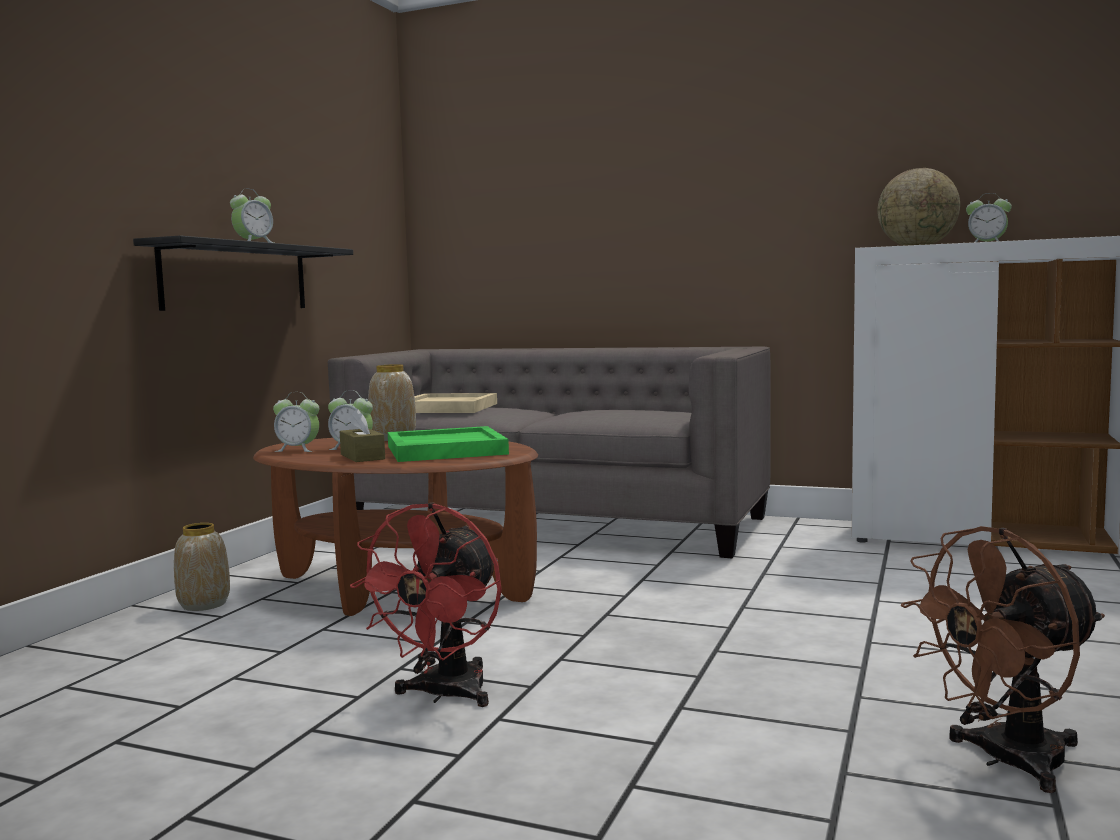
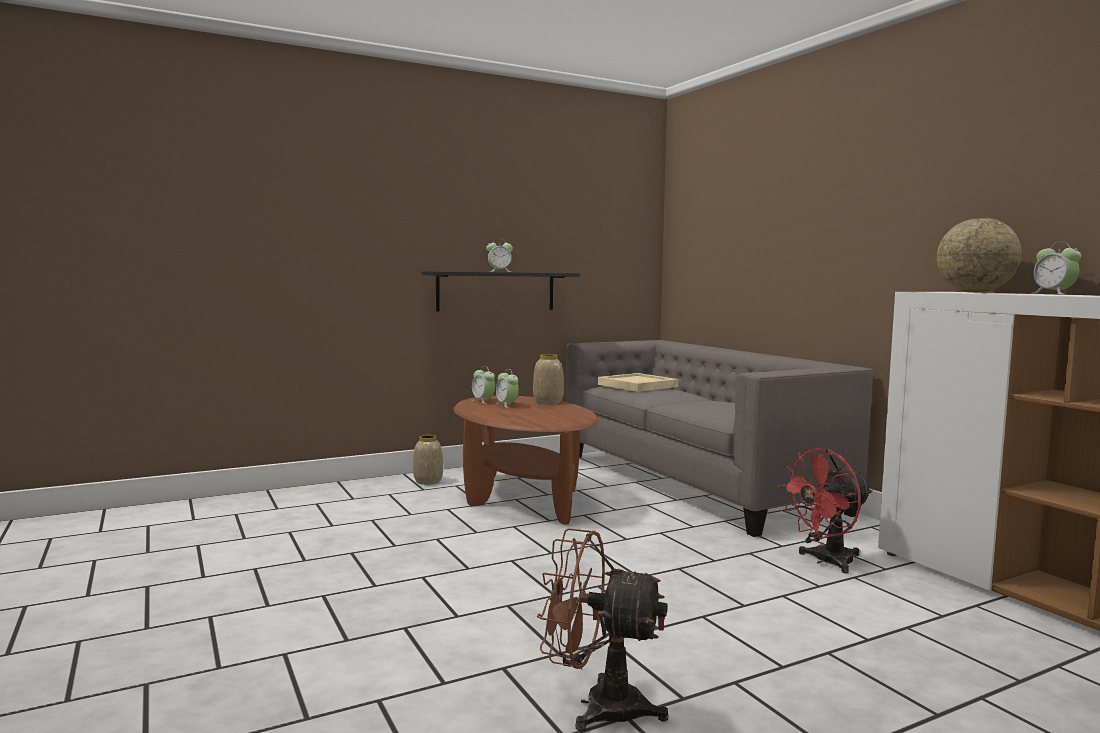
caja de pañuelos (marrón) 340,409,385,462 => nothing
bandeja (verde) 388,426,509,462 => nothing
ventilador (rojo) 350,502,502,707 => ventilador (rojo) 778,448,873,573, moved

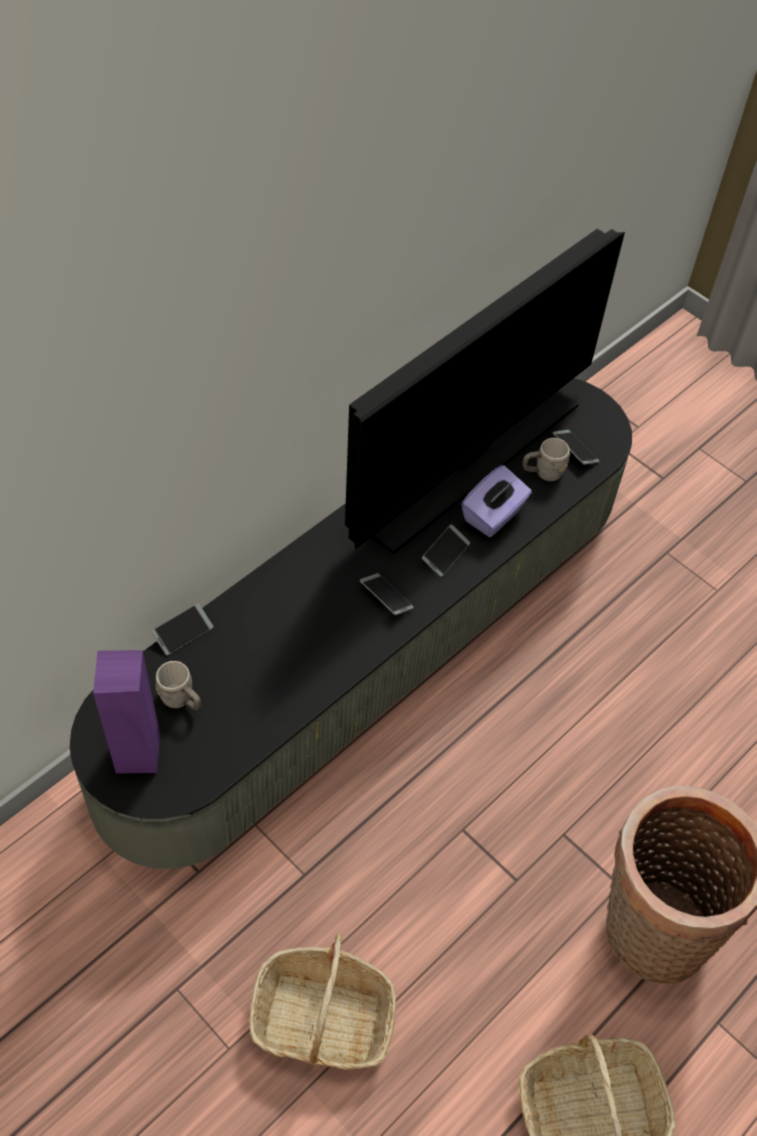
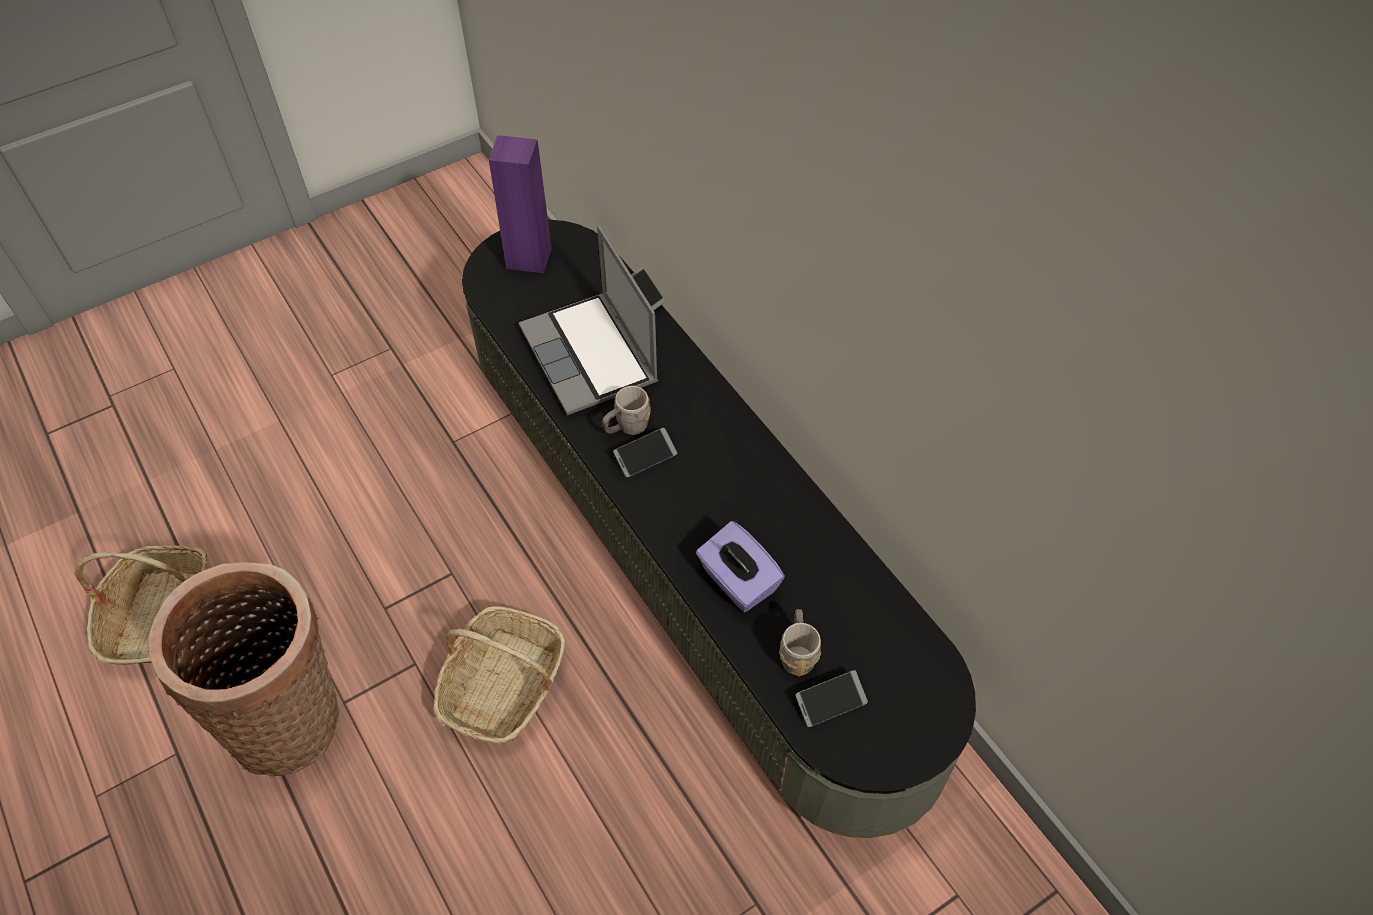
televisor 345,229,625,554 => nothing
móvil 422,524,470,577 => nothing
nothing => portátil 519,225,658,415
taza grande (gris) 156,661,201,710 => taza grande (gris) 602,386,651,435, moved
cesta 249,933,396,1070 => cesta 433,606,566,744, moved

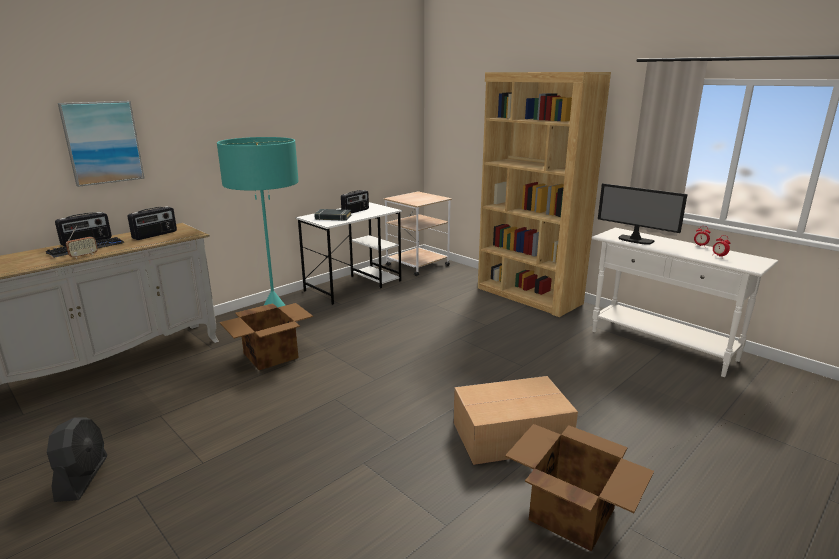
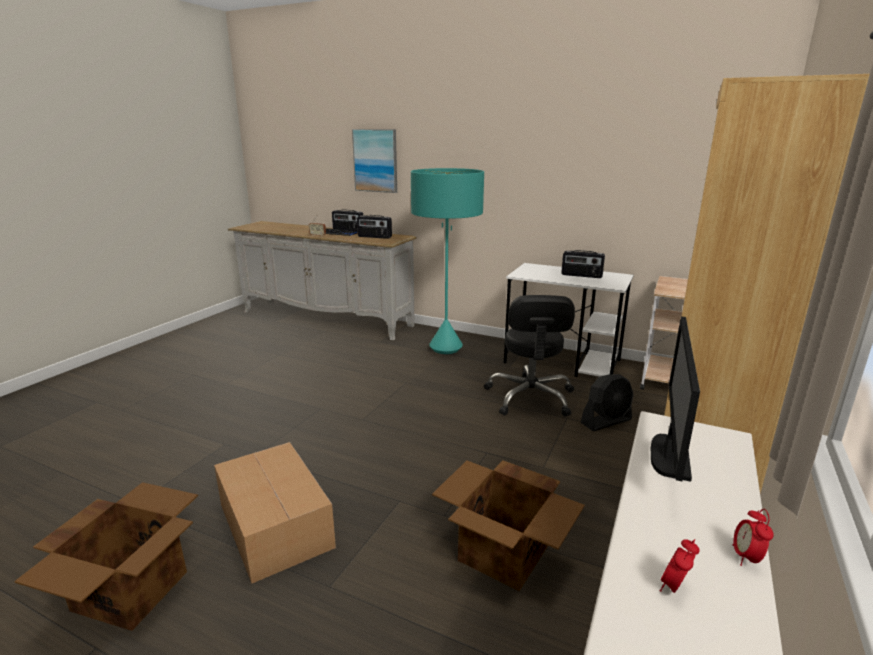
libro (negro) 314,209,352,221 => nothing
nothing => silla de oficina (negro) 484,295,575,417
ventilador (negro) 47,417,107,502 => ventilador (negro) 581,374,634,431, moved
caja de cartón 220,303,313,370 => caja de cartón 432,460,585,591, moved

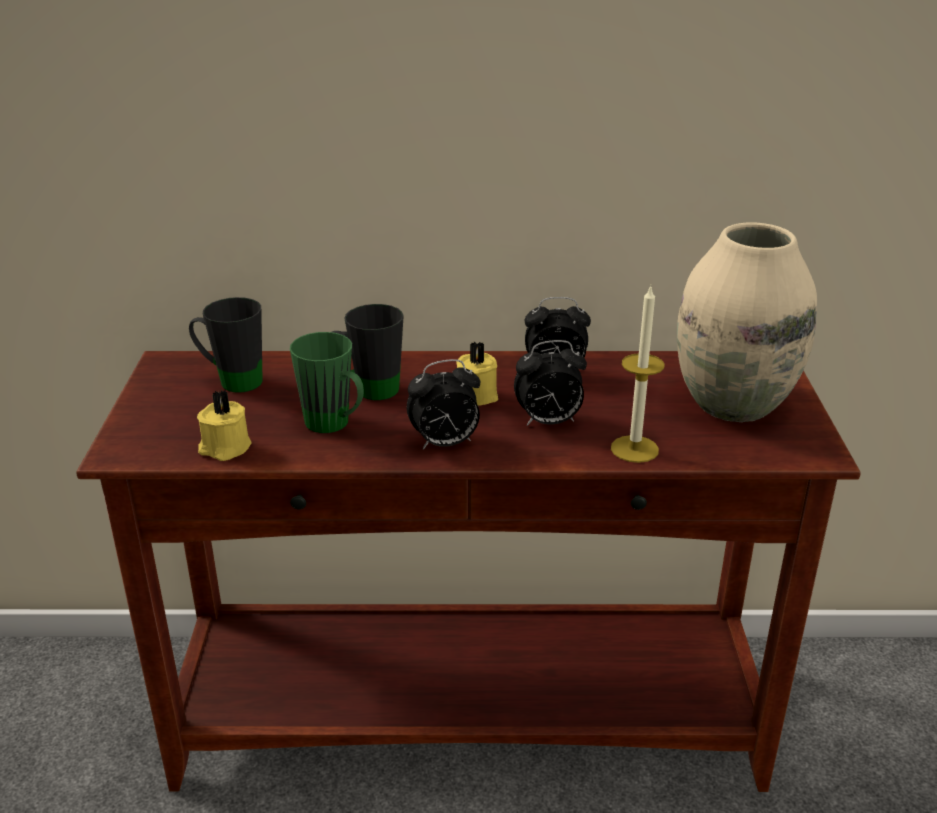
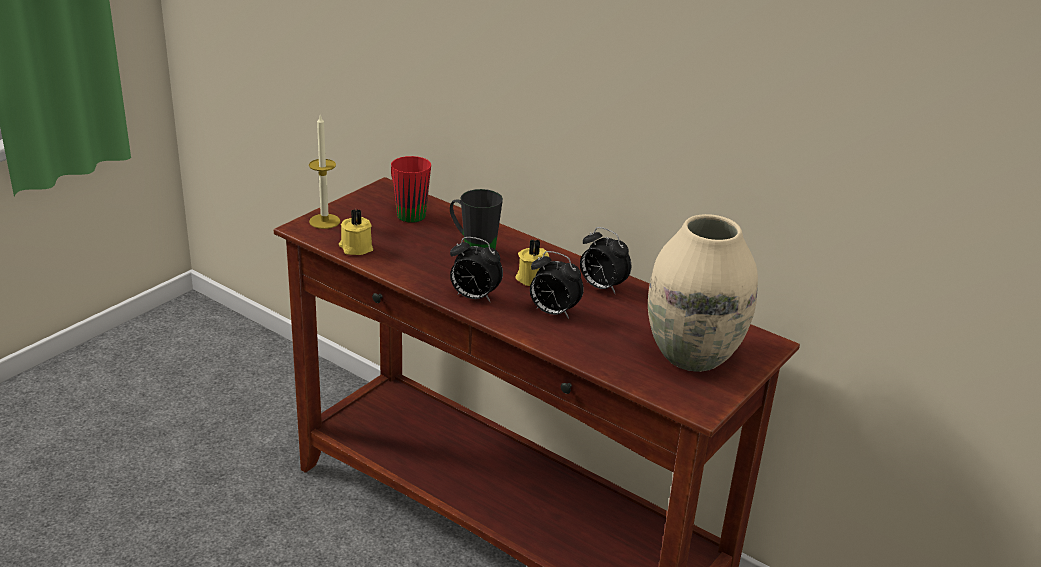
taza grande (verde) 290,332,364,433 => nothing
vela 611,285,664,463 => vela 309,114,340,229, moved
taza grande (negro) 189,297,263,393 => taza grande (rojo) 391,156,431,223

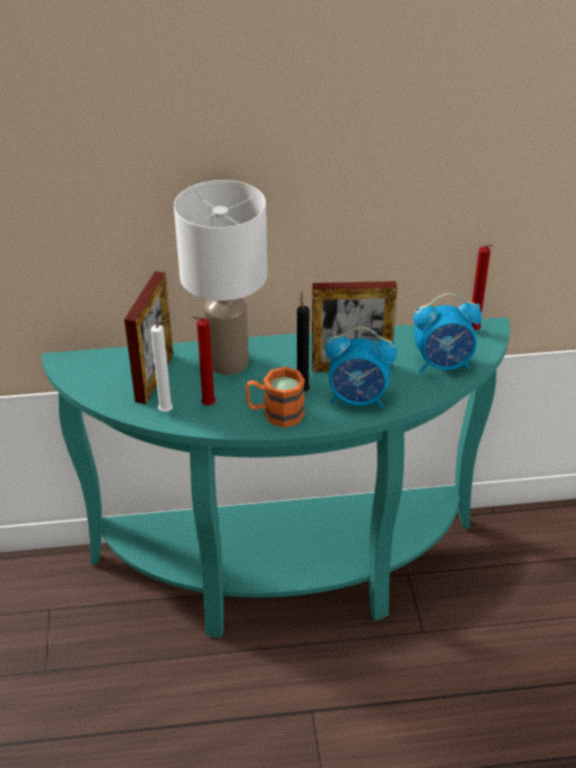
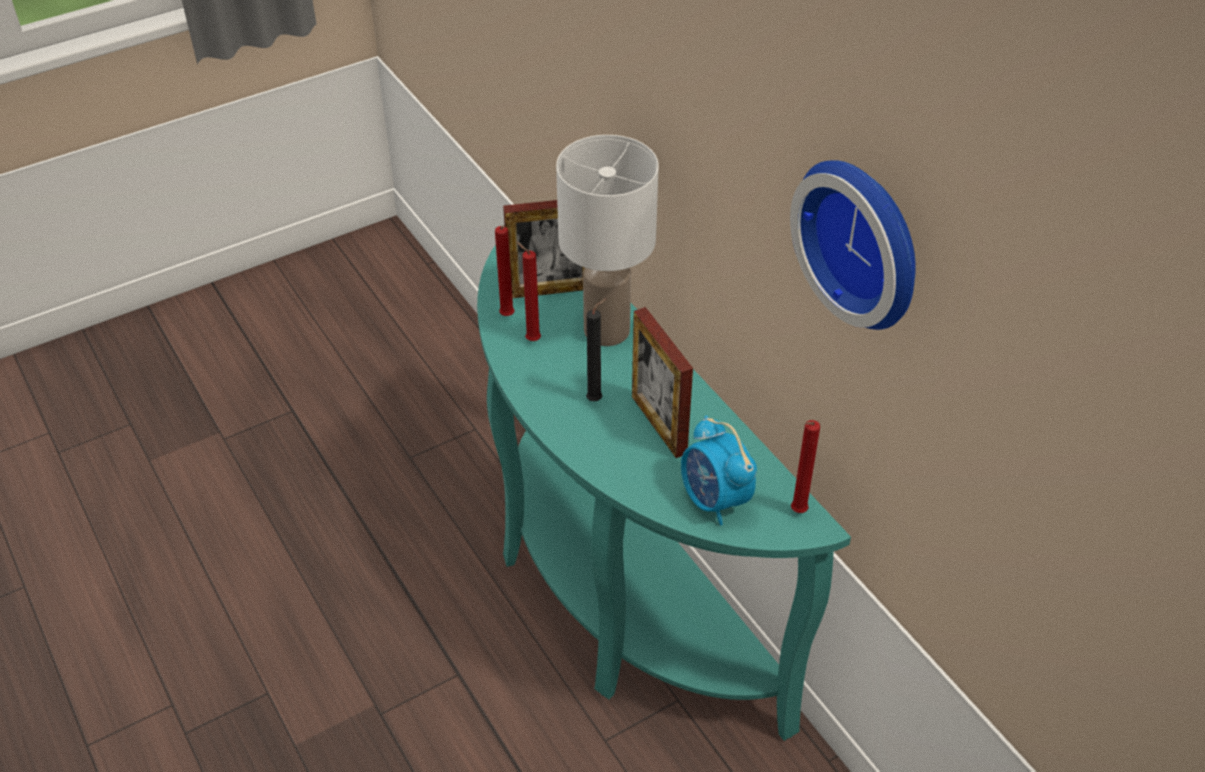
taza grande (naranja) 245,367,305,428 => nothing
despertador 326,327,397,408 => nothing
nothing => reloj de pared 790,160,916,330
vela (blanco) 151,319,173,412 => vela (rojo) 495,225,515,316

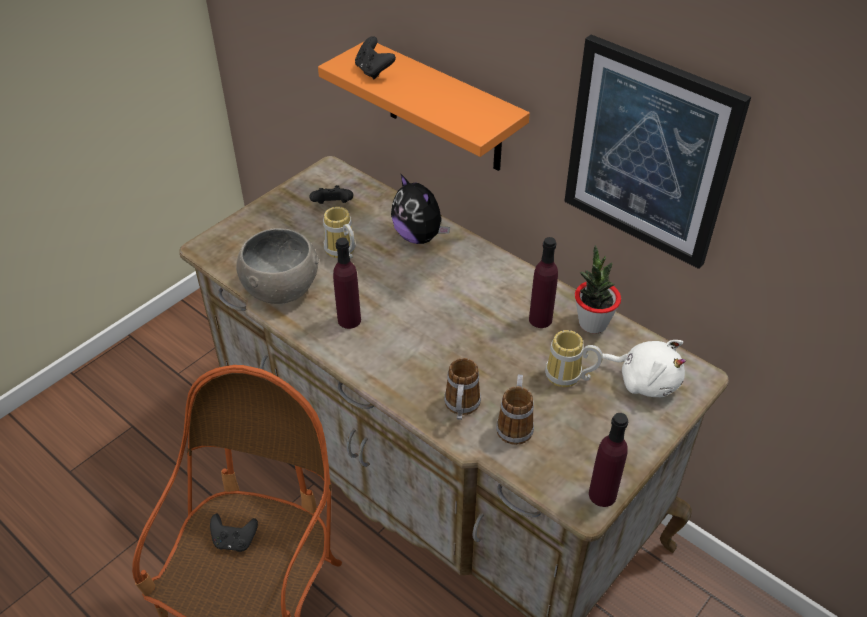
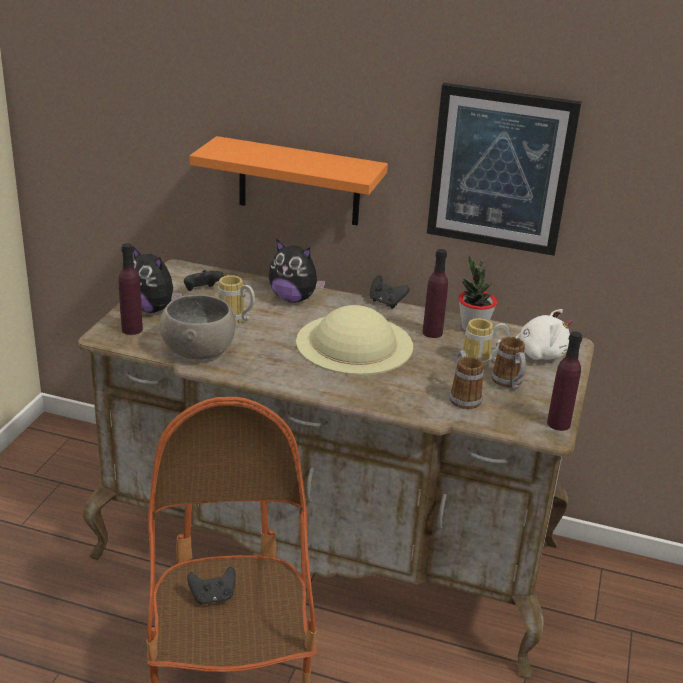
nothing => peluche 133,247,182,313
nothing => sombrero (beis) 296,305,413,375
botella (morado) 333,238,361,329 => botella (morado) 119,243,143,335, moved
mando de consola (negro) 355,36,396,79 => mando de consola (negro) 370,275,410,309, moved
taza grande 444,358,481,420 => taza grande 492,337,526,389, moved

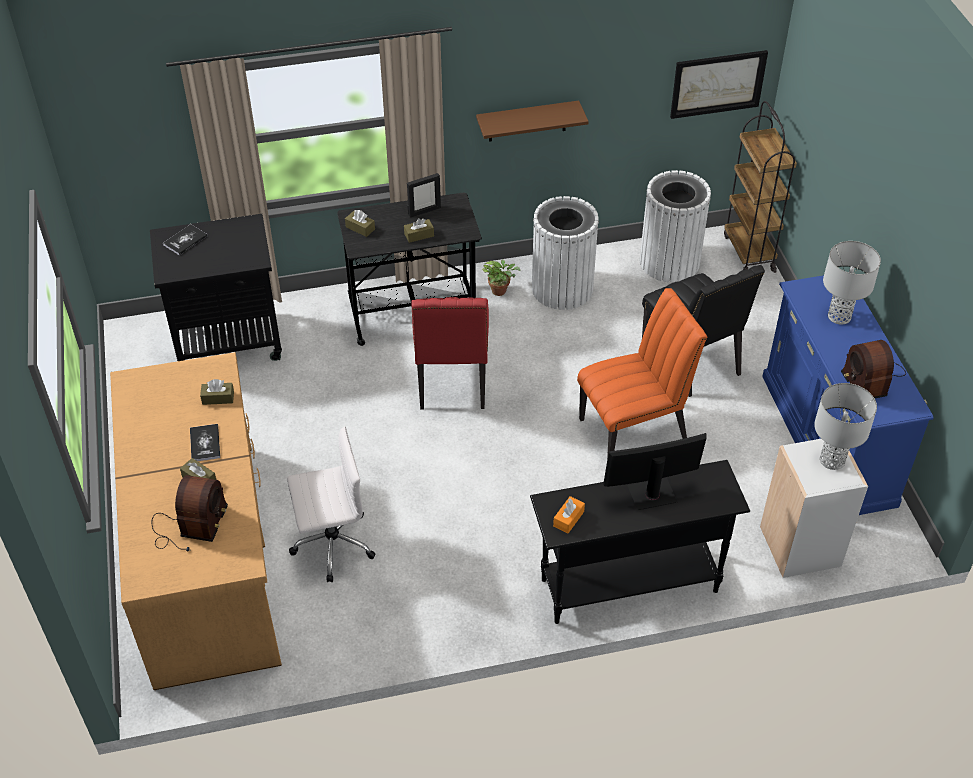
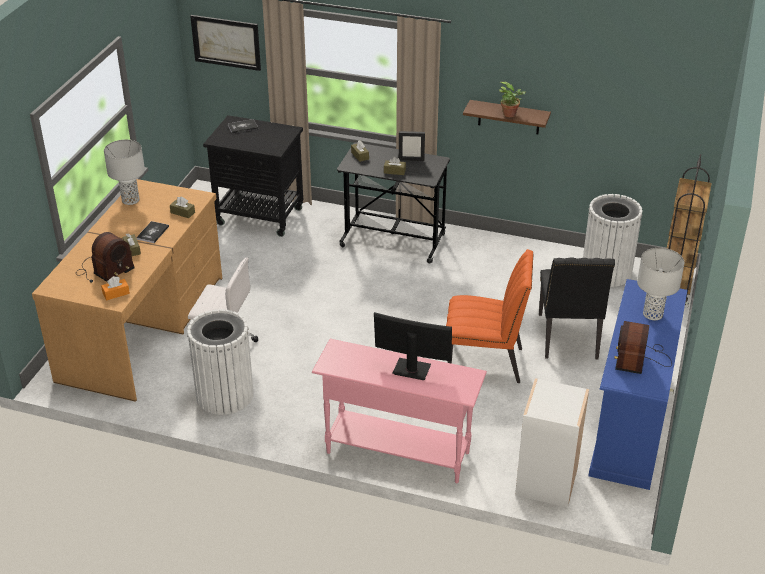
silla (rojo) 411,297,489,410 => nothing
planta en maceta 482,260,521,296 => planta en maceta 499,82,526,117, moved
papelera (blanco) 532,196,599,310 => papelera (blanco) 187,309,254,415, moved
caja de pañuelos (naranja) 553,496,585,533 => caja de pañuelos (naranja) 101,276,130,300, moved
cuadro 670,50,768,119 => cuadro 190,15,261,71, moved
lámpara de mesa (blanco) 814,383,877,470 => lámpara de mesa (blanco) 104,139,145,205, moved
mesa consola (negro) 530,460,750,624 => mesa consola (rosa) 312,339,487,483

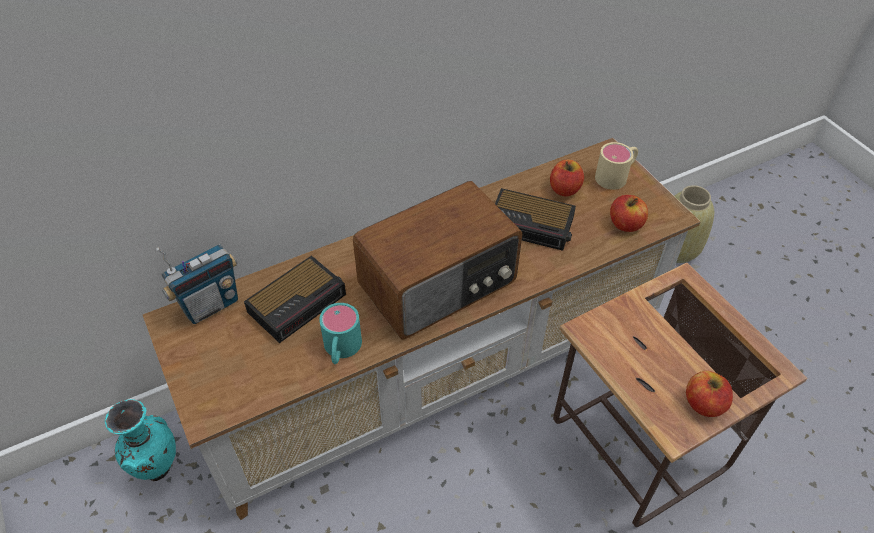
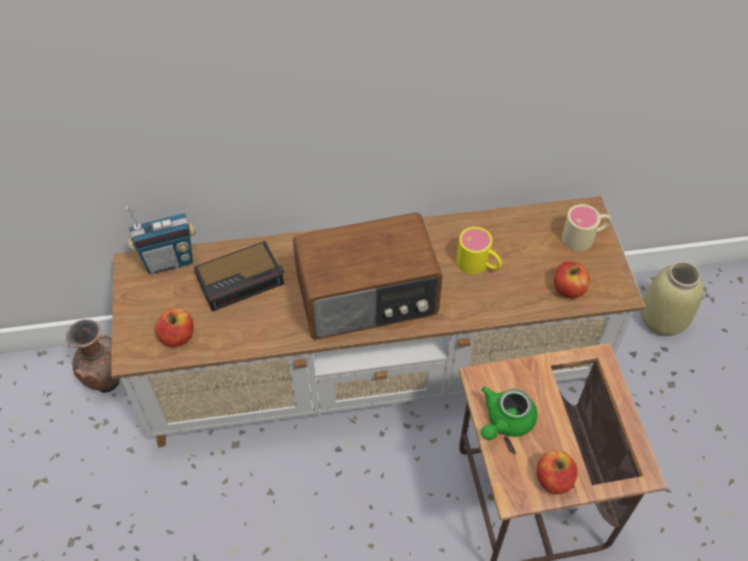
taza grande (turquesa) 319,303,362,364 => nothing
nothing => tetera (verde) 481,386,537,440
manzana 550,160,584,197 => manzana 155,308,194,347, moved
despertador 495,188,576,251 => taza grande (amarillo) 457,227,502,274
florero (turquesa) 105,399,176,481 => florero (marrón) 66,319,121,393

